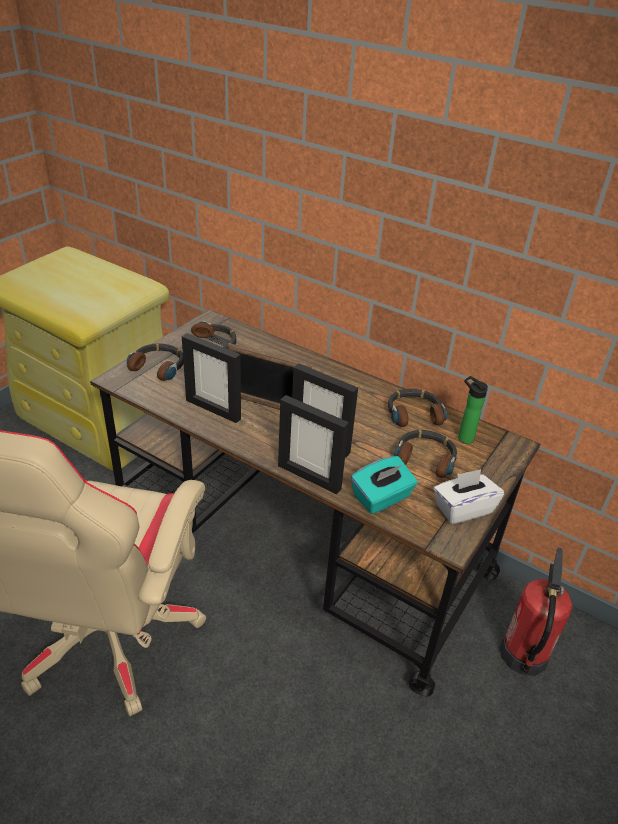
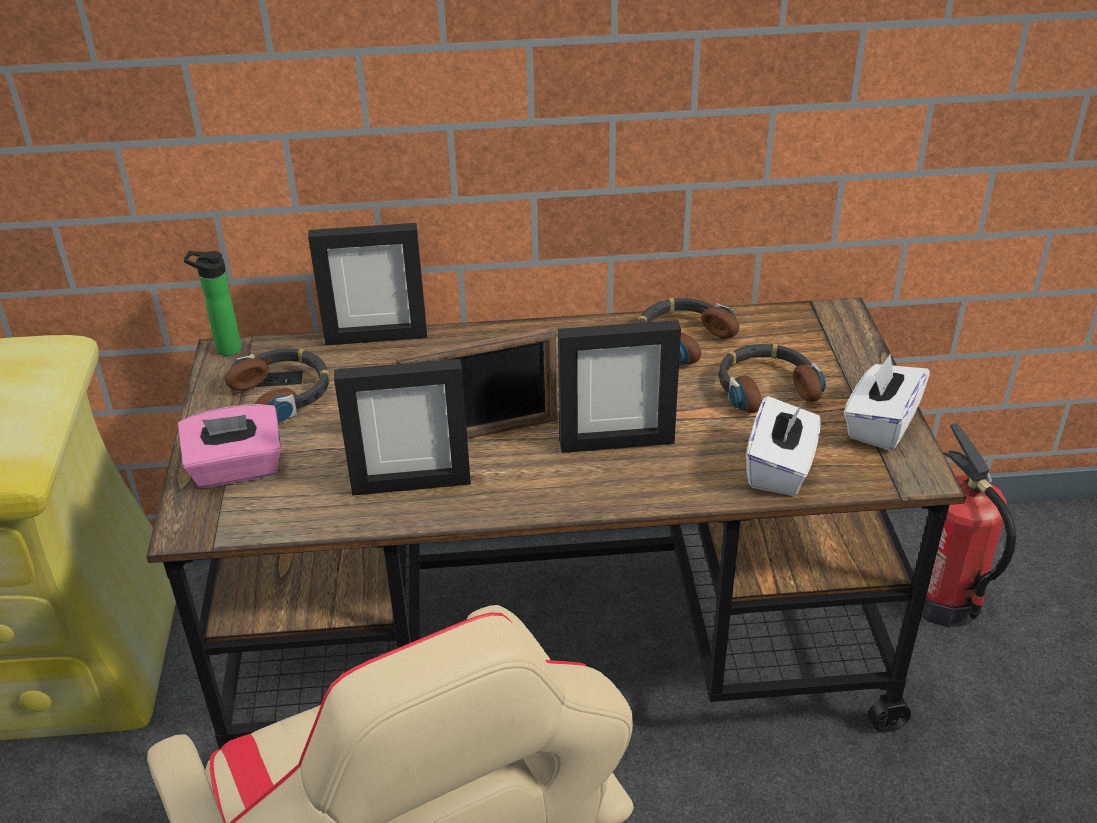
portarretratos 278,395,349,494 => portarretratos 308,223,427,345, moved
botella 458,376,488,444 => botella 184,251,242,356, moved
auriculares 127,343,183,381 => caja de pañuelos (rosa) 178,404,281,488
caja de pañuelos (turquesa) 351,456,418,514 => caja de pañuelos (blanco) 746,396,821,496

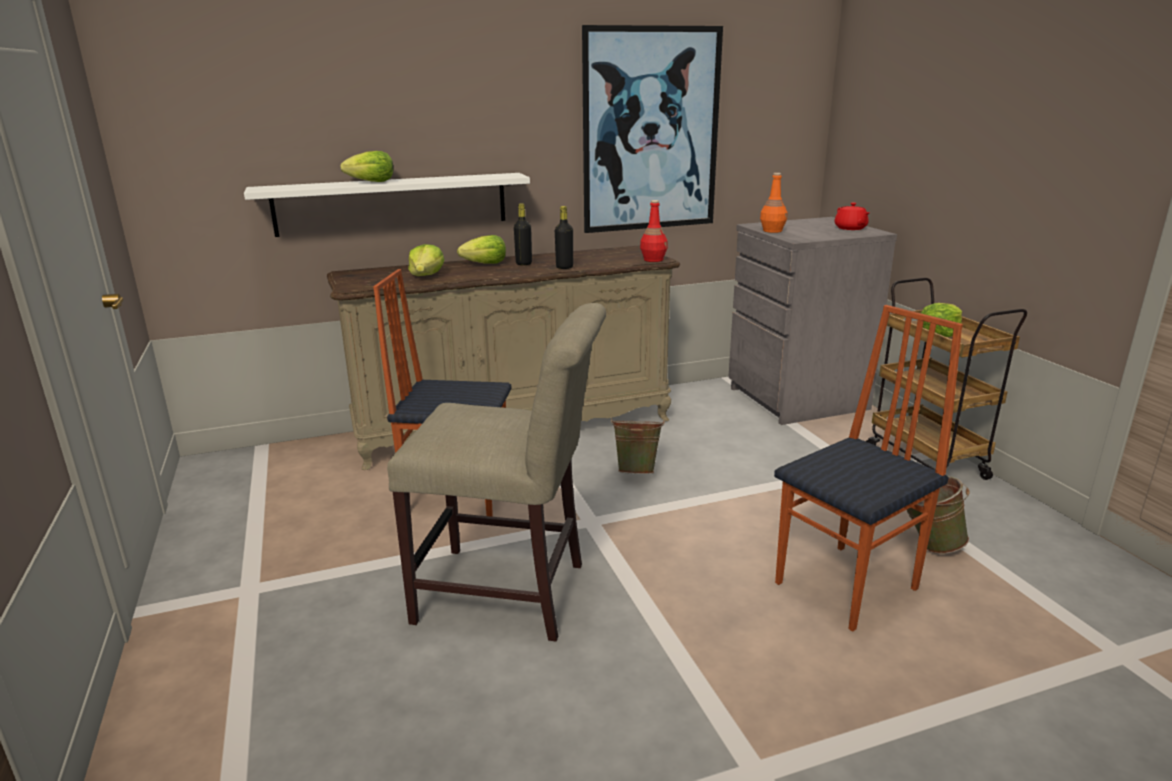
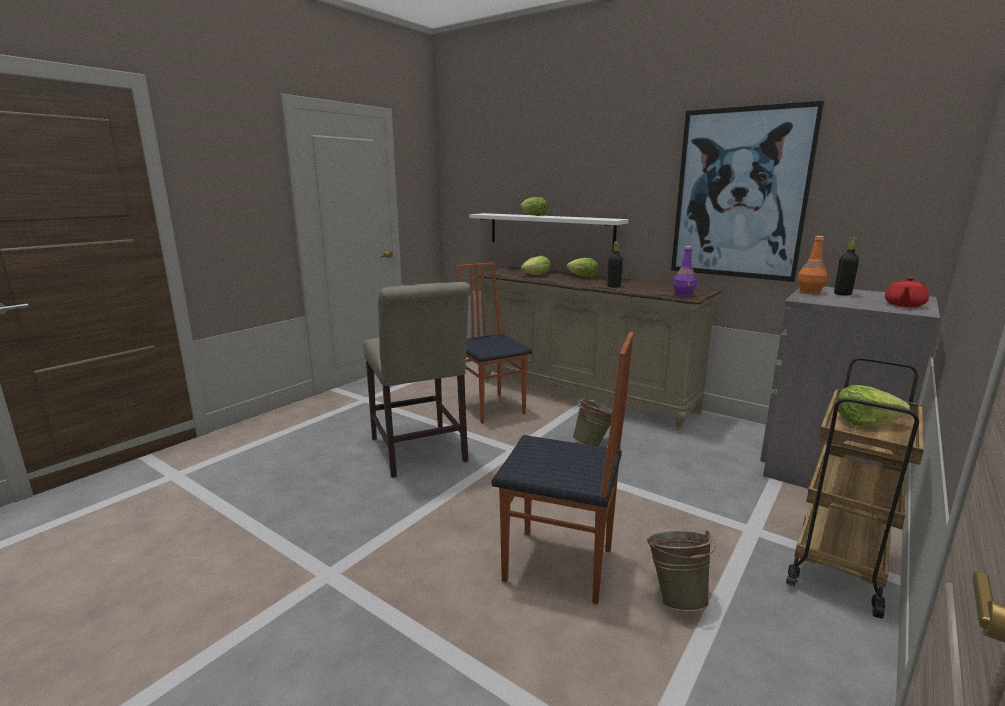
botella (negro) 514,203,532,265 => botella (negro) 834,237,859,295, moved
botella (rojo) 640,200,668,262 => botella (morado) 673,246,697,297

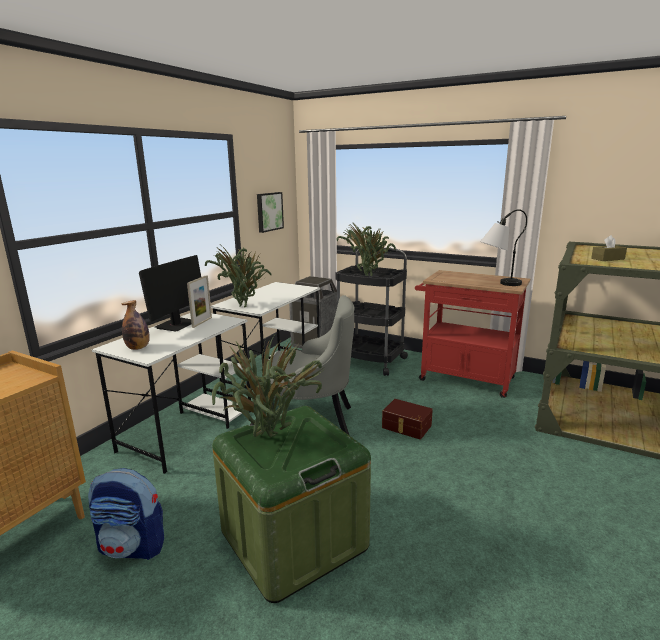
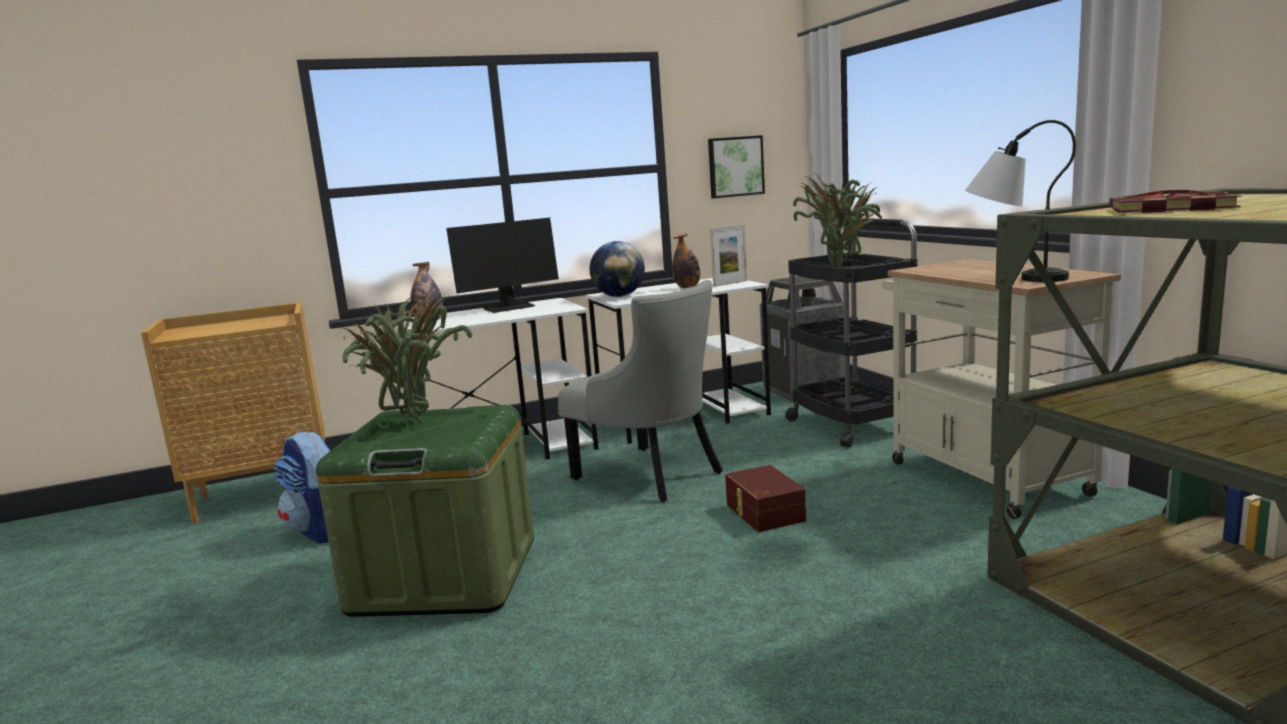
nothing => botella 673,233,700,288
portarretratos 187,275,212,328 => portarretratos 710,224,747,287, moved
planta en maceta 205,246,272,307 => globo terráqueo 590,241,645,297
caja de pañuelos (marrón) 591,235,627,261 => libro 1109,190,1241,213
carrito (rojo) 415,270,530,398 => carrito (beis) 882,259,1121,519

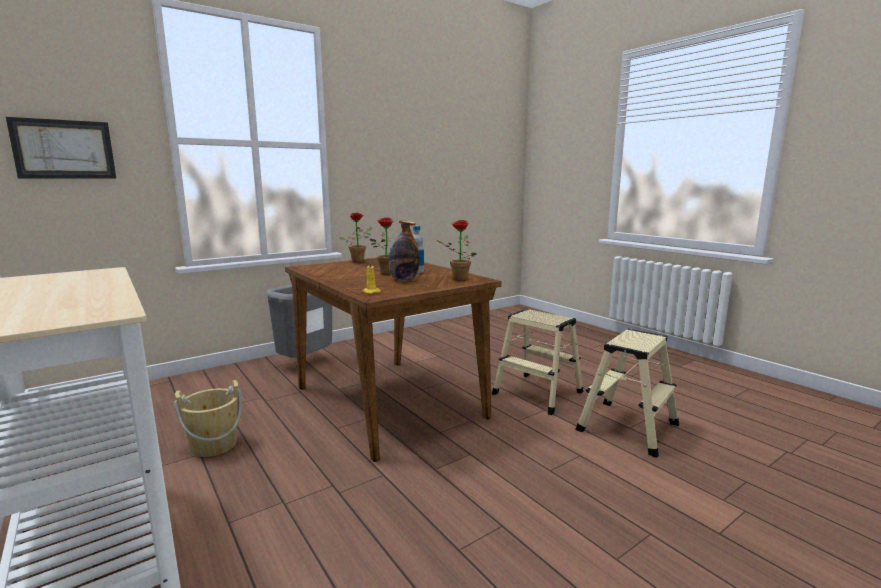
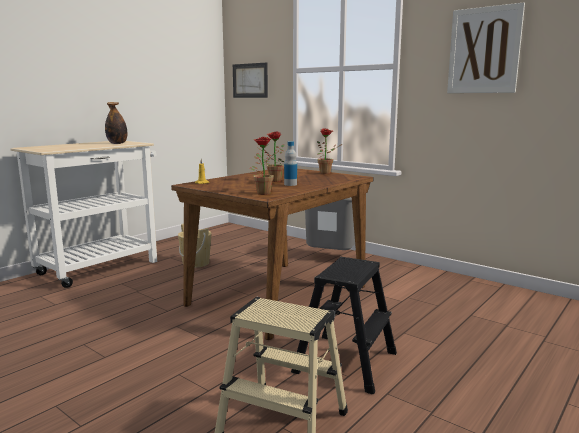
nothing => cuadro 447,2,525,93
botella 389,220,419,281 => botella 105,102,127,144, moved
escalera de tijera (beis) 492,308,584,415 => escalera de tijera (negro) 291,256,397,394

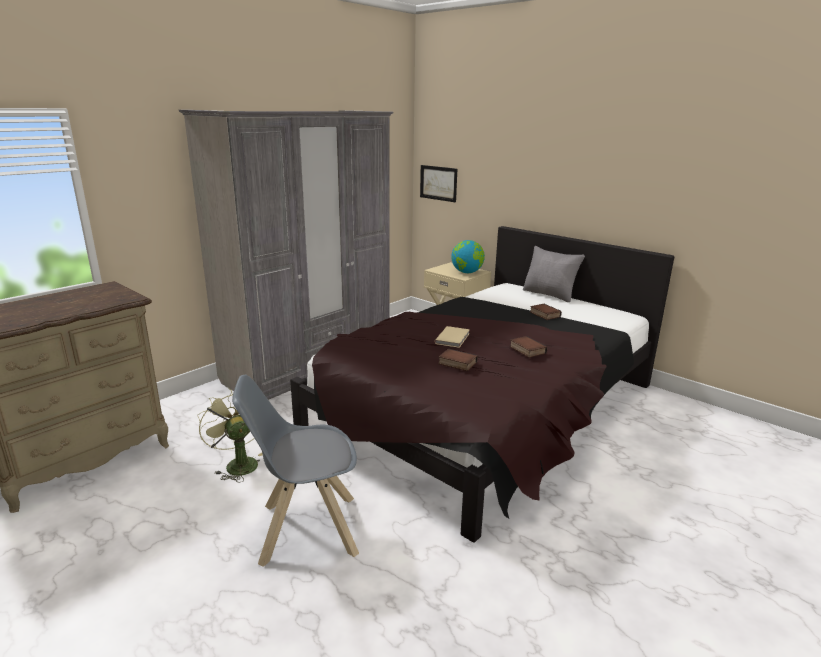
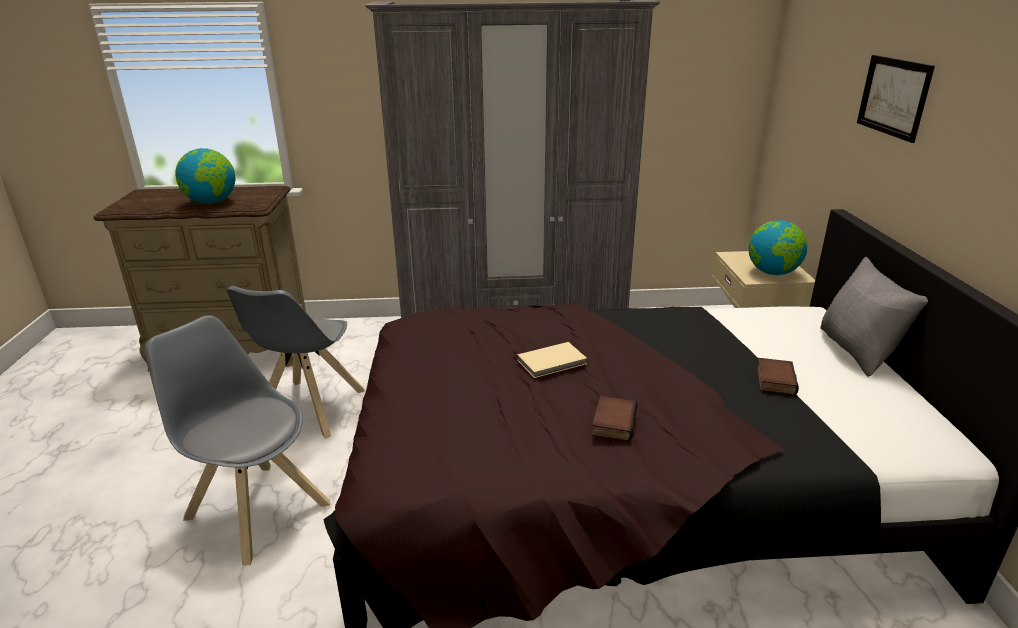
libro 438,349,478,371 => nothing
nothing => globo terráqueo 175,148,236,204
cuadro 420,165,457,202 => cuadro 857,55,935,143, moved
ventilador (verde) 197,388,263,483 => silla (gris) 227,286,365,439

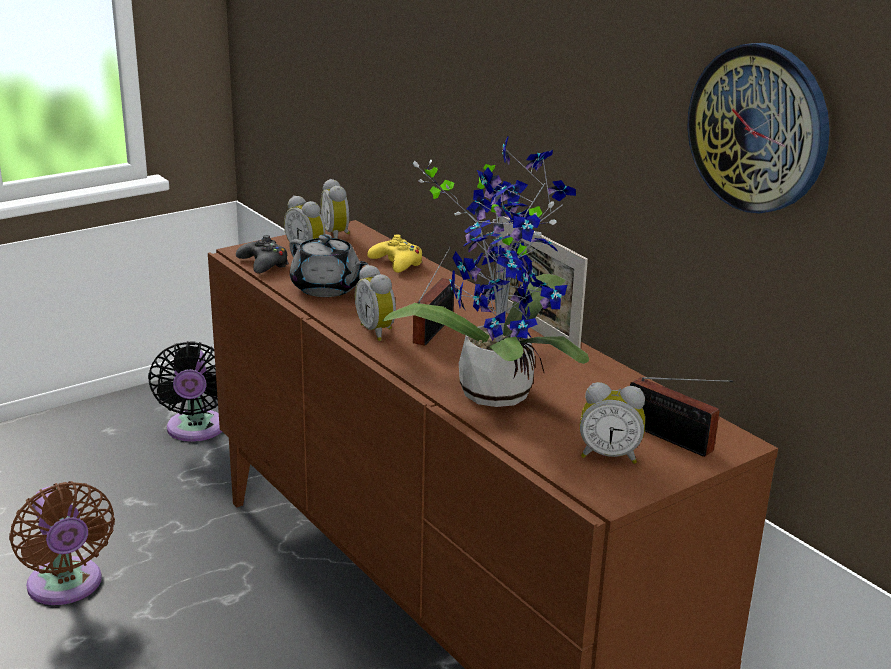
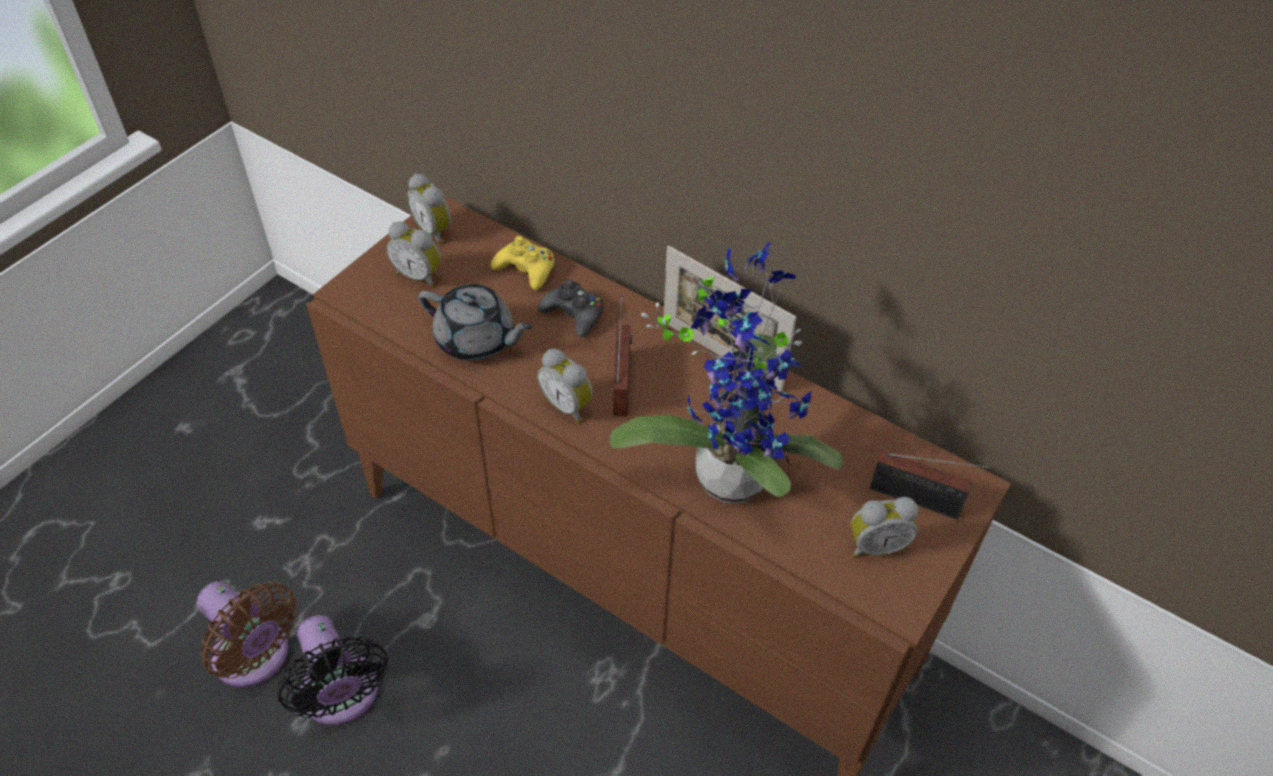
reloj de pared 687,43,830,213 => nothing
ventilador (negro) 148,341,222,442 => ventilador (negro) 277,615,388,725, moved
mando de consola (negro) 236,235,289,274 => mando de consola (negro) 538,279,603,337, moved

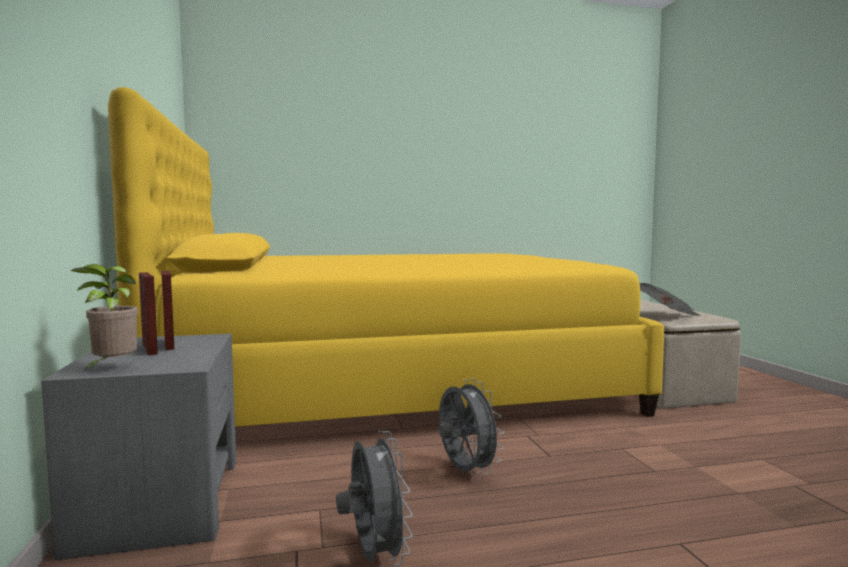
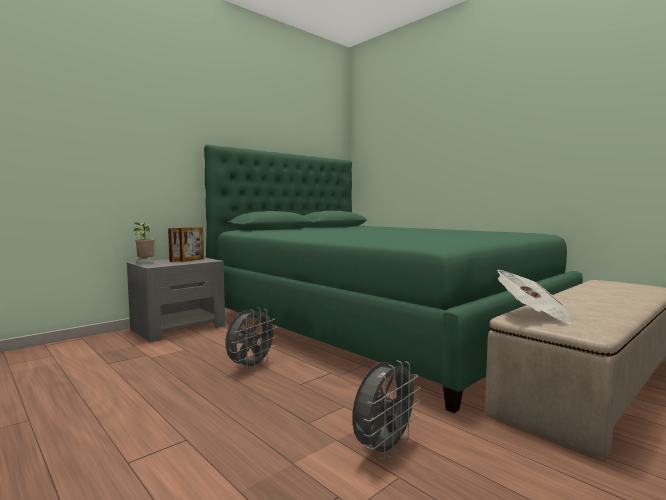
ventilador (gris) 336,431,413,566 => ventilador (gris) 352,361,420,460, moved
cama (amarillo) 108,87,664,427 => cama (verde) 204,144,583,413

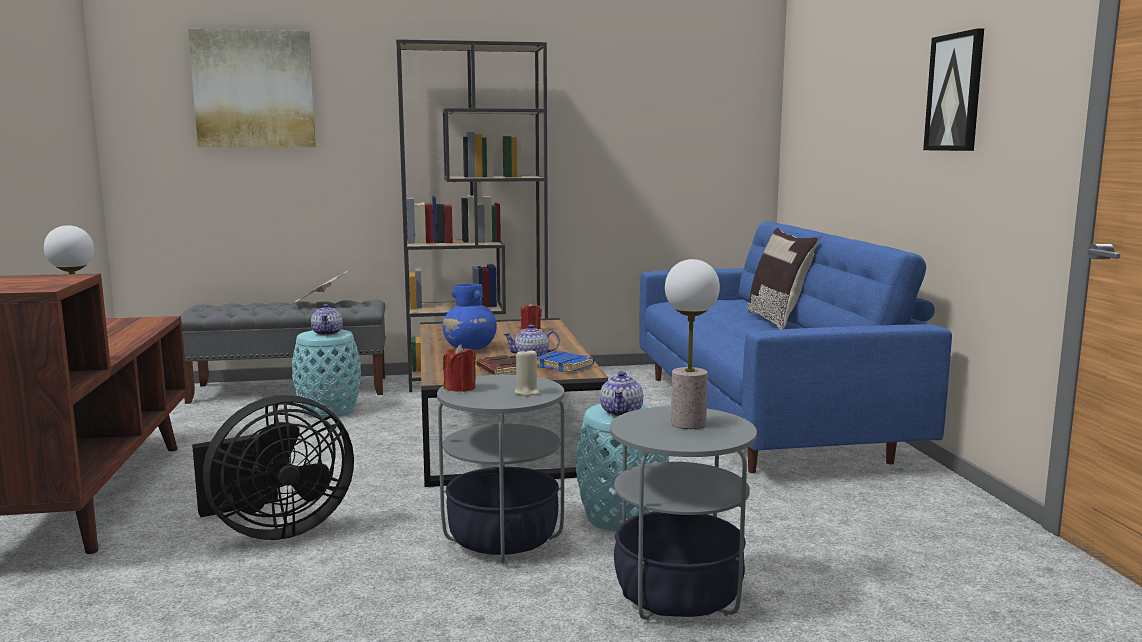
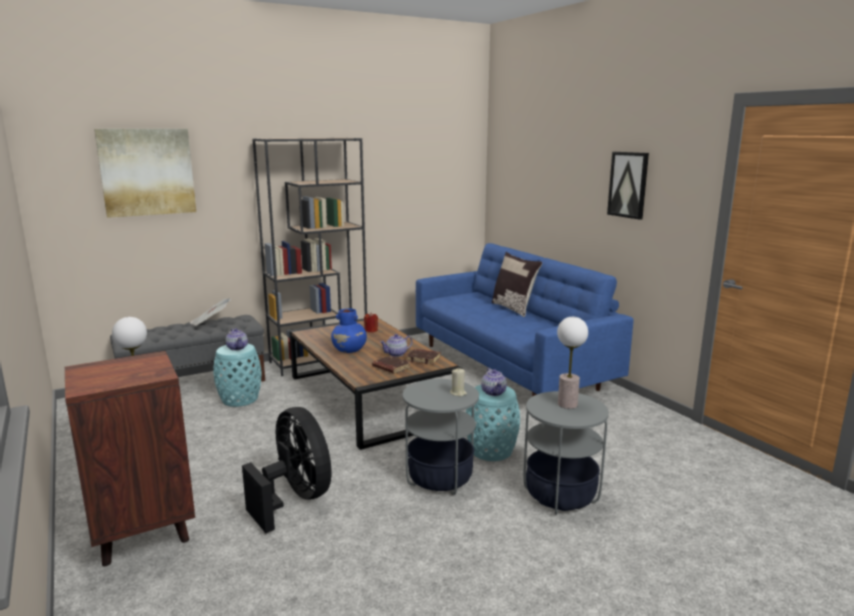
vela (rojo) 443,344,476,392 => nothing
libro (azul) 537,351,594,372 => libro (marrón) 406,349,441,364
ventilador (negro) 192,395,354,540 => ventilador (negro) 242,407,331,533, 75 degrees counterclockwise

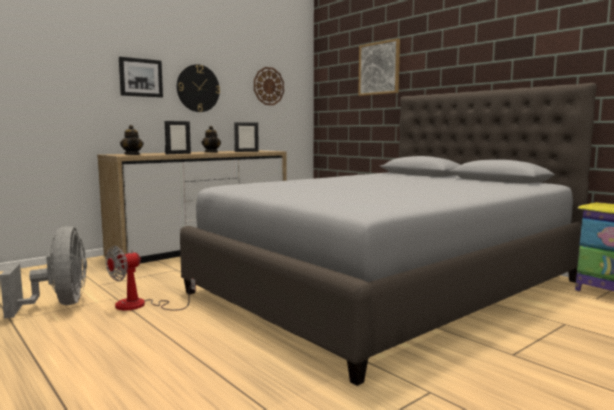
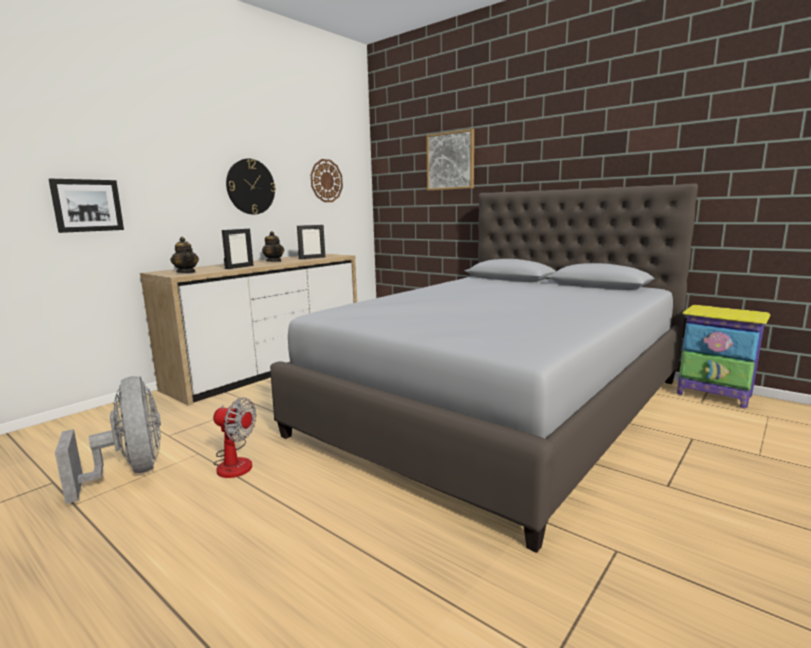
cuadro 119,57,163,98 => cuadro 49,179,124,233, moved
ventilador 105,246,196,310 => ventilador 213,398,256,478, 105 degrees counterclockwise

